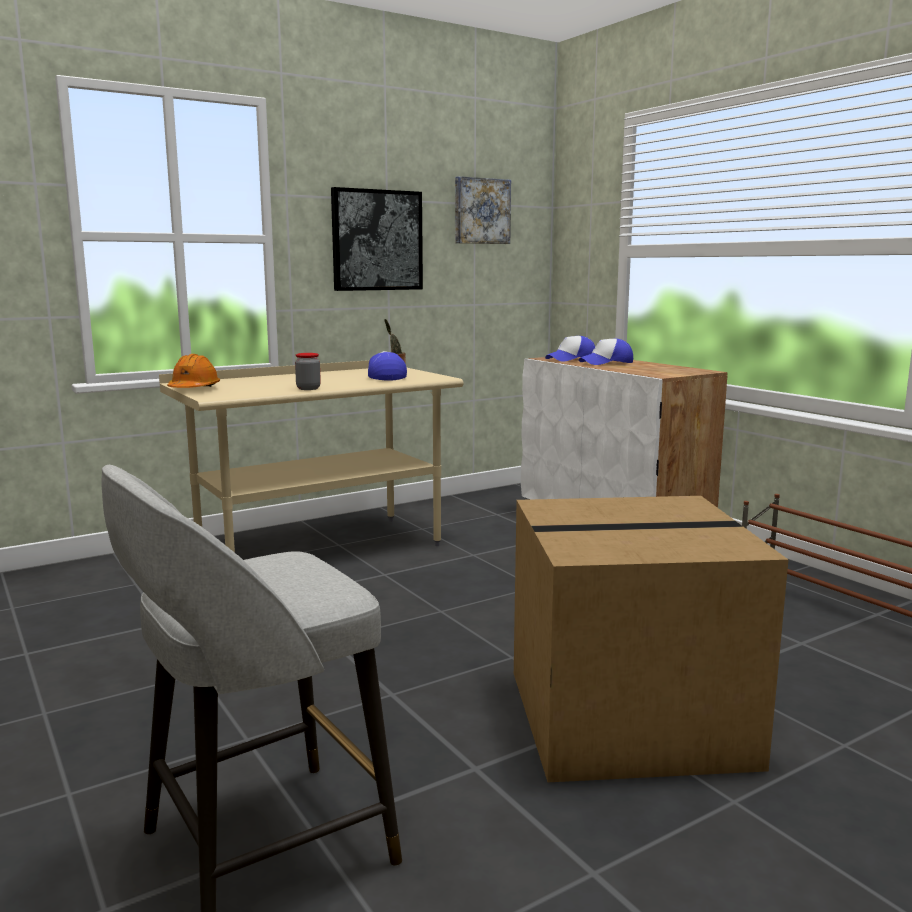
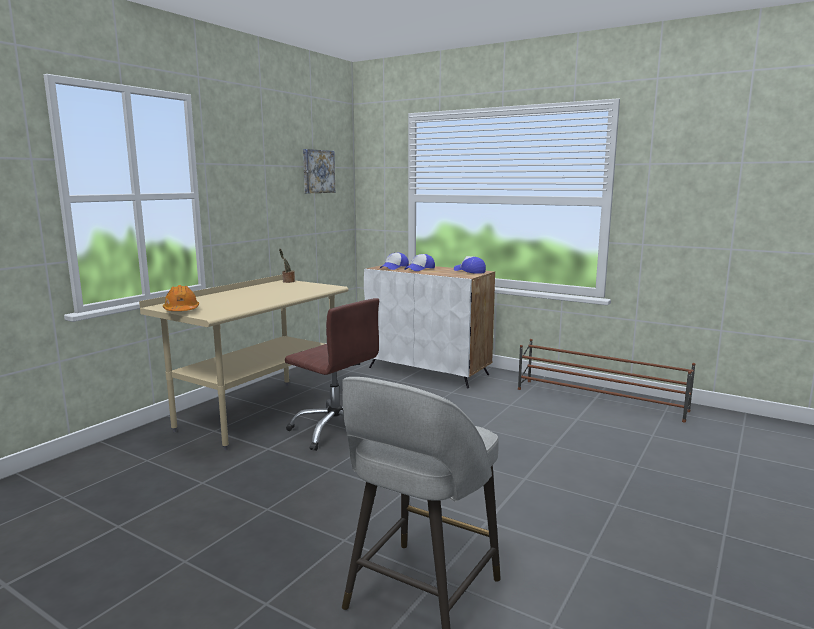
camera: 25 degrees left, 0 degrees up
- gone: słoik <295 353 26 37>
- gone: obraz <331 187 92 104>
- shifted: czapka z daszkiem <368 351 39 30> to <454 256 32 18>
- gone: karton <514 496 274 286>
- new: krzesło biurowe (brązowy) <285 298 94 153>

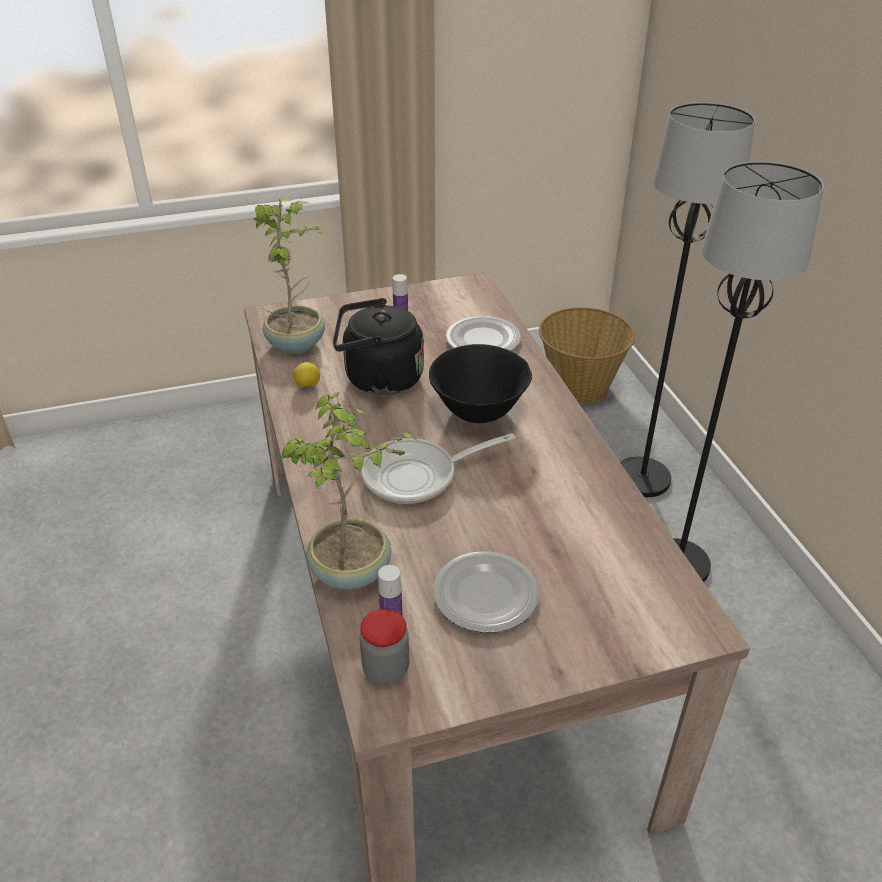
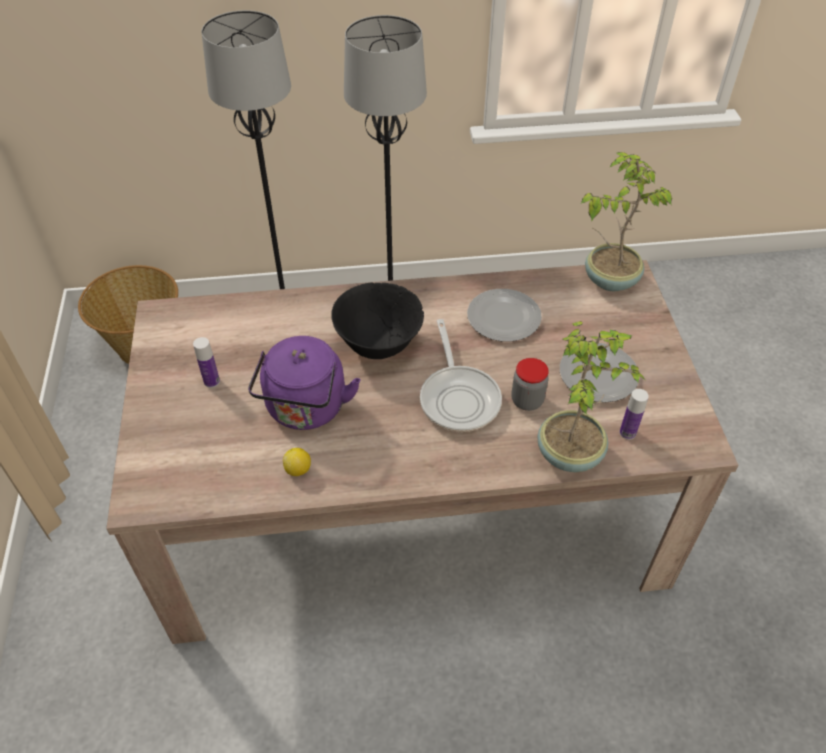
camera: 80 degrees left, 10 degrees up
- shifted: roślina doniczkowa <253 198 74 156> to <581 152 91 139>
- repainted: czajnik (czarny) <333 298 91 97> to czajnik (fioletowy) <248 336 113 94>
- shifted: słoik <360 609 49 76> to <511 358 38 53>
- shifted: talerz <446 316 75 35> to <467 289 75 53>

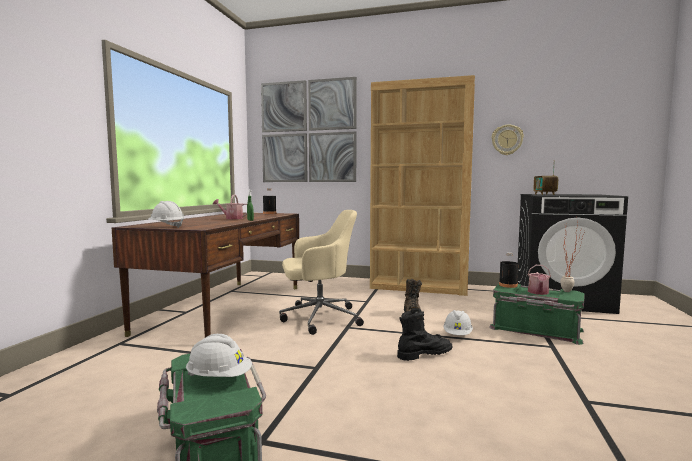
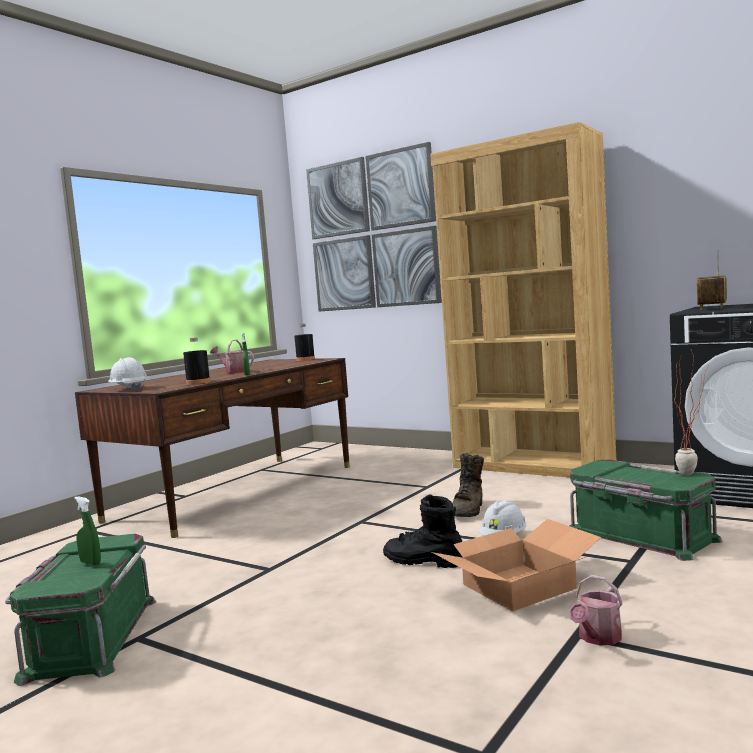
camera: 20 degrees right, 0 degrees up
- swapped: kask (biały) <186 334 66 43> to spryskiwacz (zielony) <74 496 27 69>
- gone: krzesło biurowe (beżowy) <279 210 85 125>
- rotated: but z cholewką (czarny) <397 308 56 53> = <383 495 80 73> 150 degrees counterclockwise
- gone: zegar ścienny <491 124 33 31>
- shifted: butelka (czarny) <499 252 19 36> to <183 337 27 48>
- shifted: konewka <528 265 23 30> to <569 575 54 70>
- new: karton <431 519 170 92>

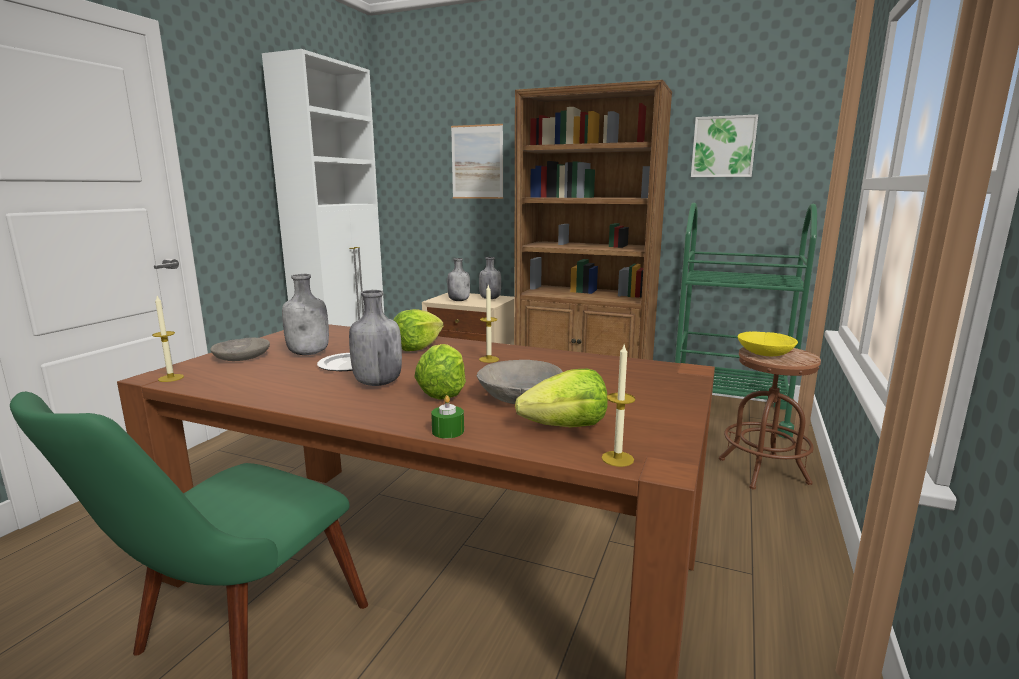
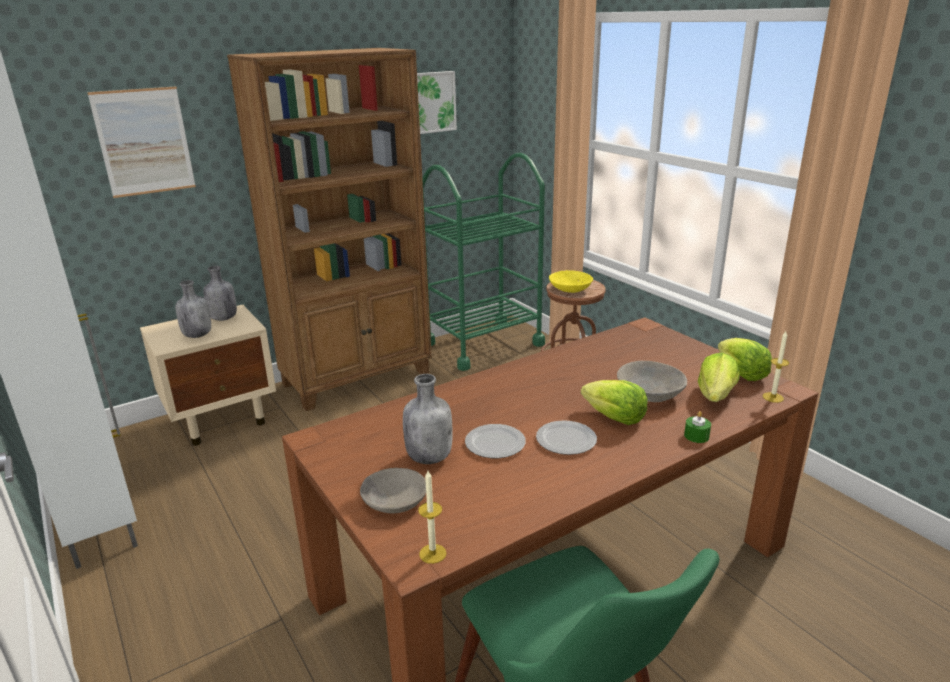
camera: 55 degrees left, 10 degrees up
- swapped: butelka (szary) <349 290 53 96> to talerz <536 420 61 35>
- shifted: sałata <394 309 50 42> to <718 338 54 43>
- gone: świeca <479 285 20 78>

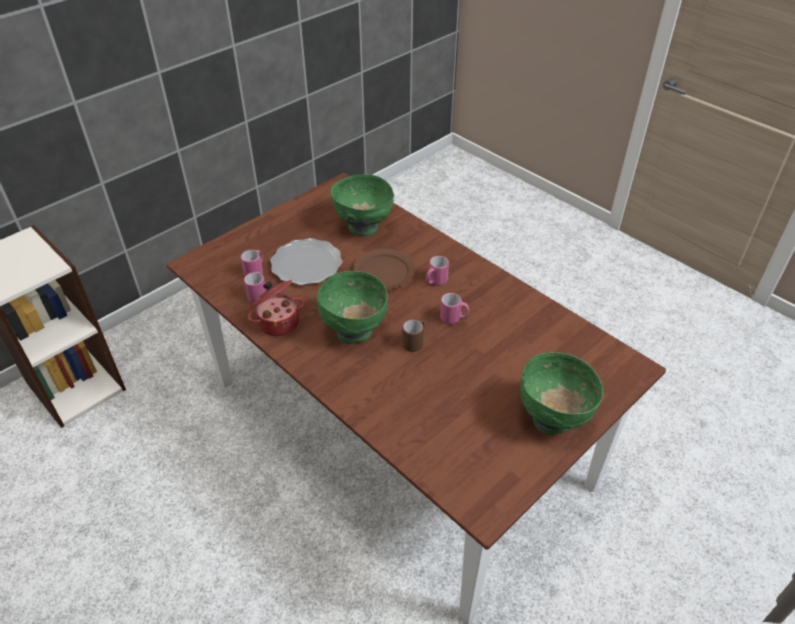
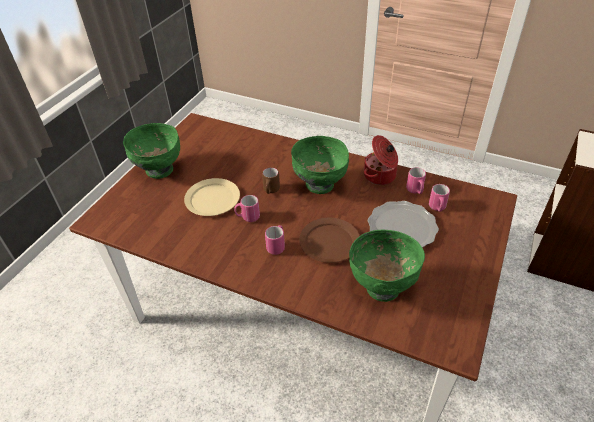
camera: 160 degrees right, 0 degrees up
- new: talerz (beżowy) <184 178 56 38>

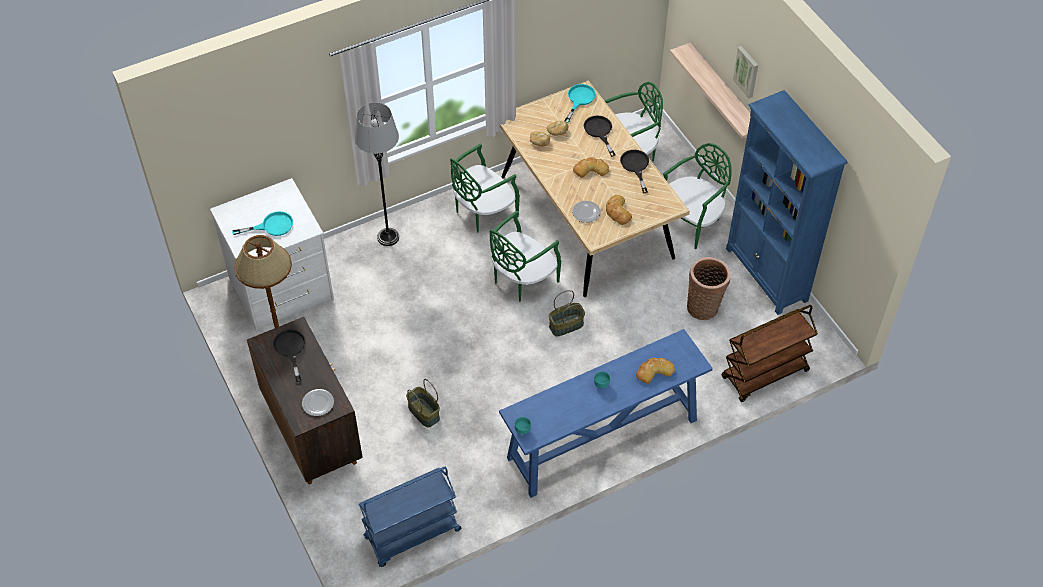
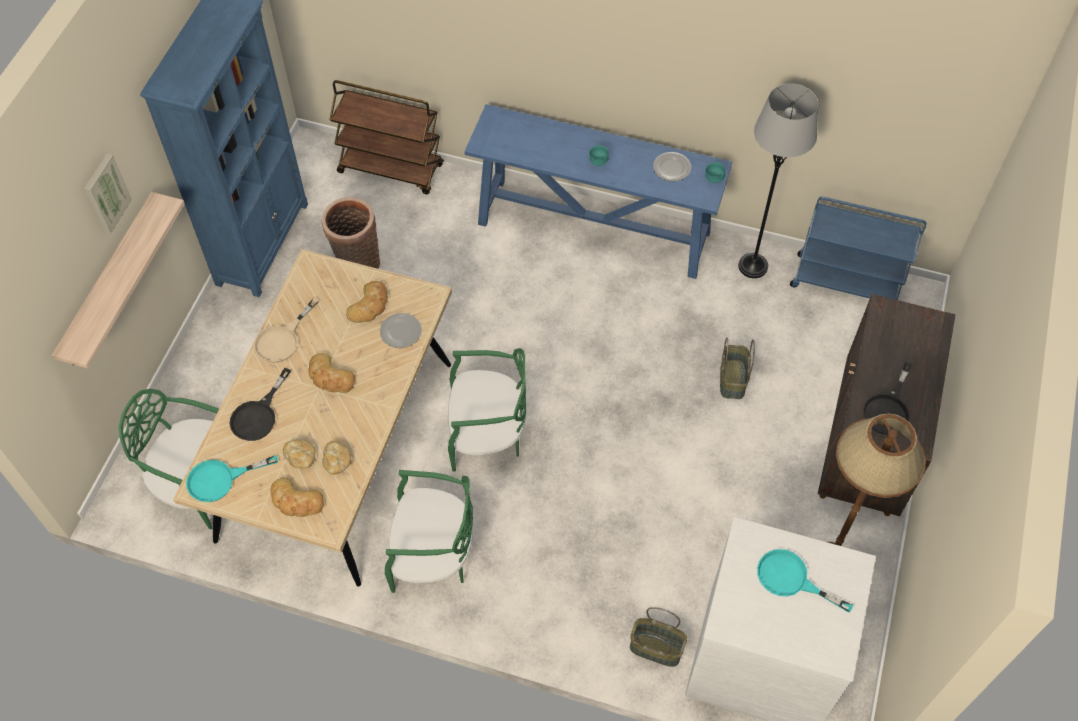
camera: 135 degrees left, 5 degrees up
- shifted: talerz <302 389 32 27> to <653 152 38 29>
- shifted: lampa stojąca (szary) <354 102 45 144> to <738 83 80 195>
- shifted: koszyk <549 290 36 46> to <630 607 57 60>
- repainted: patelnia (czarny) <620 150 29 43> to patelnia (beżowy) <254 298 65 65>
- shifted: chleb <636 358 39 26> to <270 478 54 39>
- gone: krzesło (zielony) <663 143 69 106>

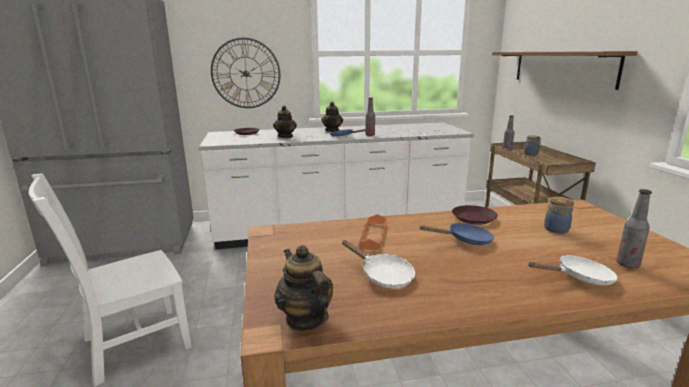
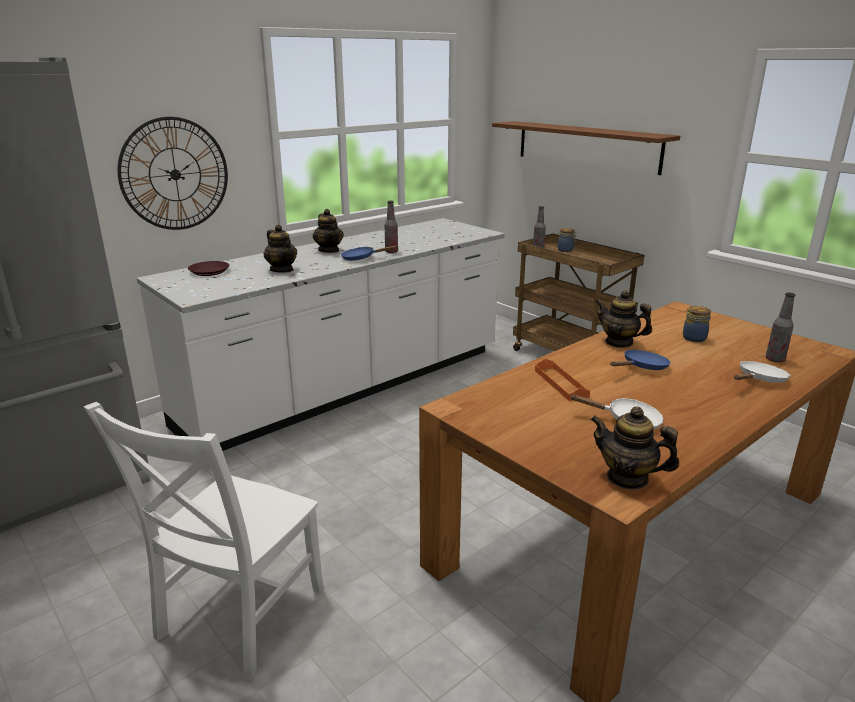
camera: 30 degrees left, 5 degrees up
- swapped: talerz (brązowy) <452 205 46 20> to imbryk <595 290 57 58>

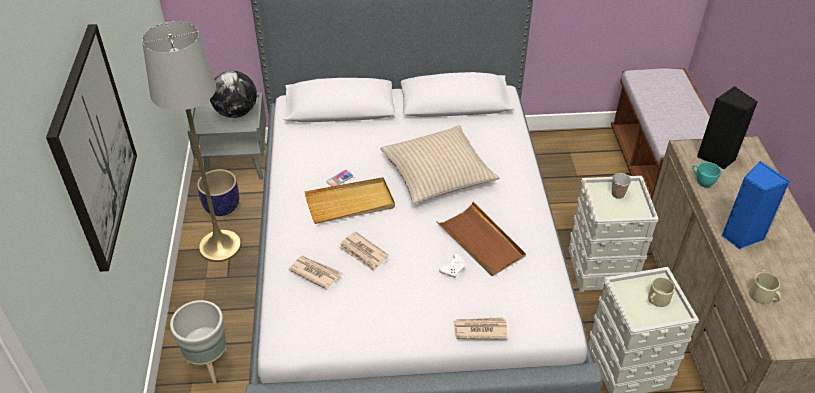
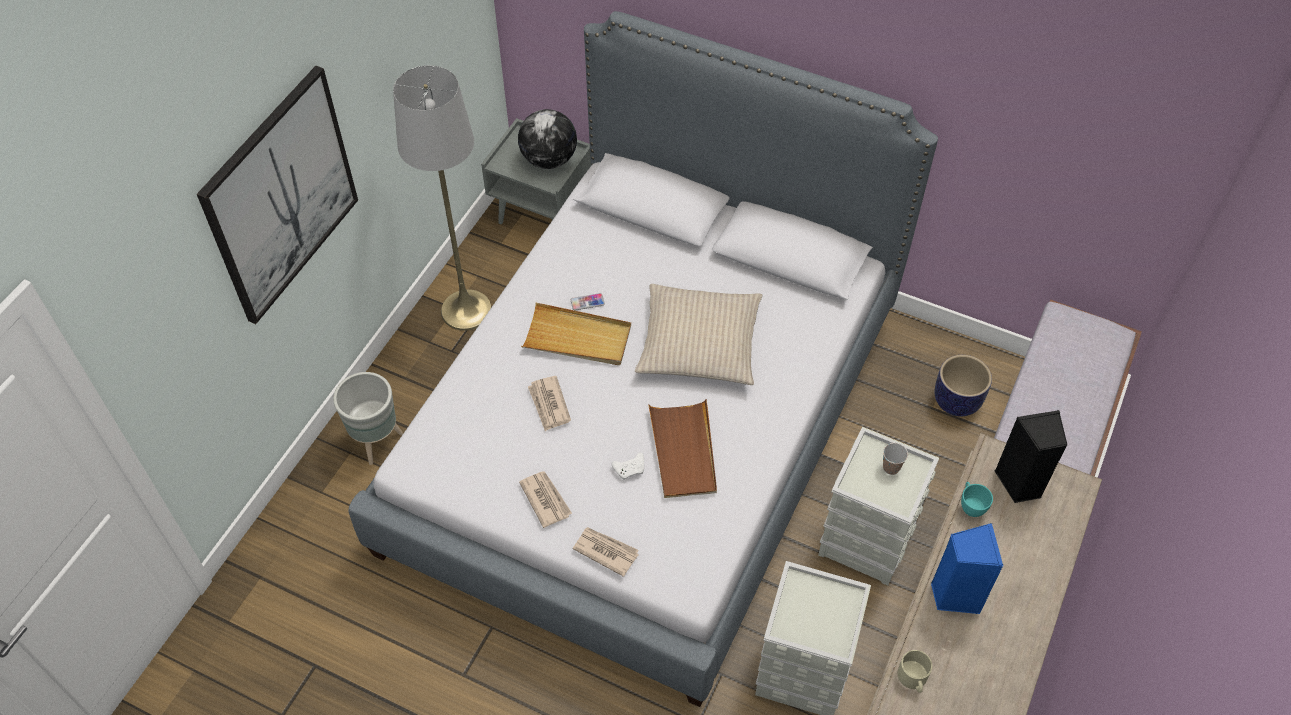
camera: 30 degrees right, 10 degrees up
- shifted: donica <197 169 42 47> to <934 355 58 61>
- shifted: gazeta <288 255 53 35> to <519 471 53 57>
- gone: kubek (beżowy) <648 277 27 30>

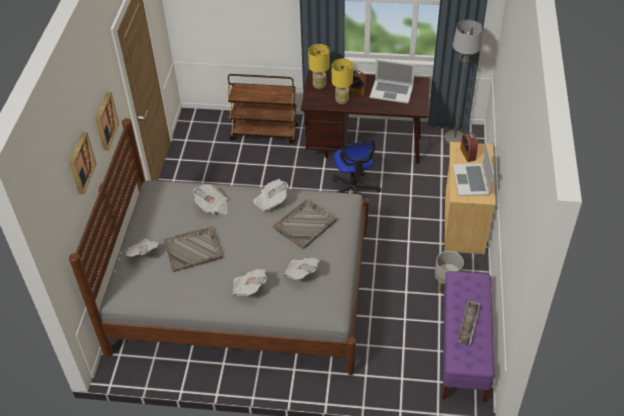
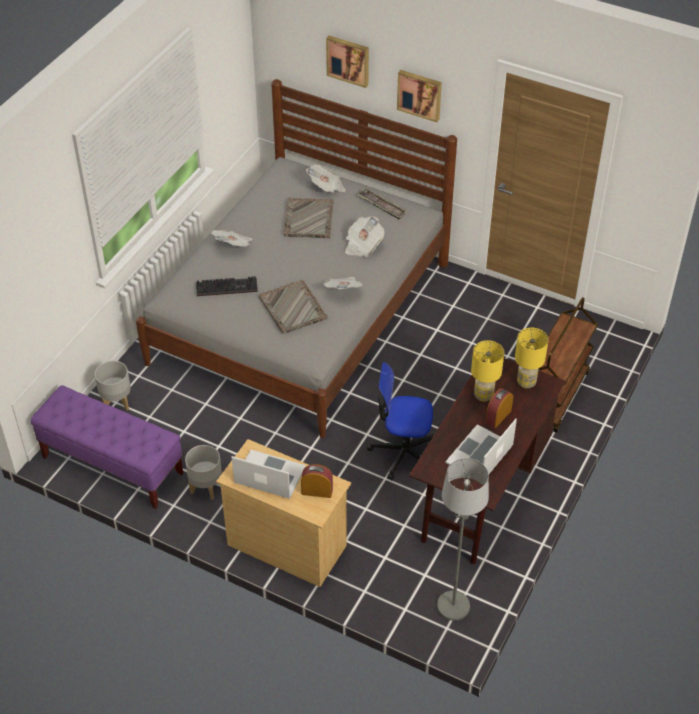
camera: 110 degrees right, 0 degrees up
- swapped: gazeta <283 257 37 22> to klawiatura <196 276 62 20>
- shifted: taca <458 301 22 44> to <358 188 49 32>
- new: donica (szary) <95 361 36 50>

